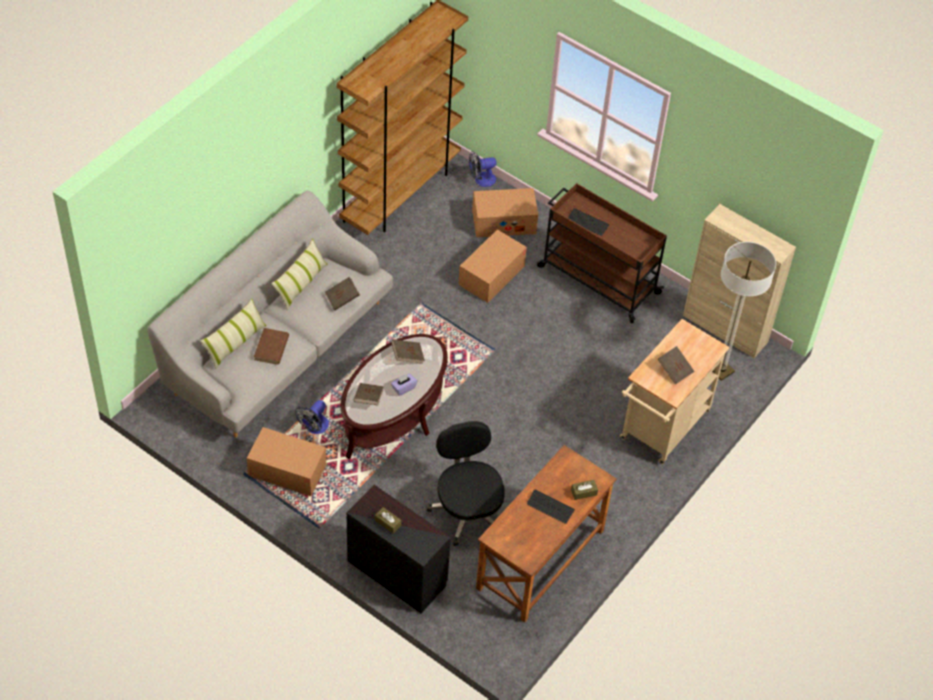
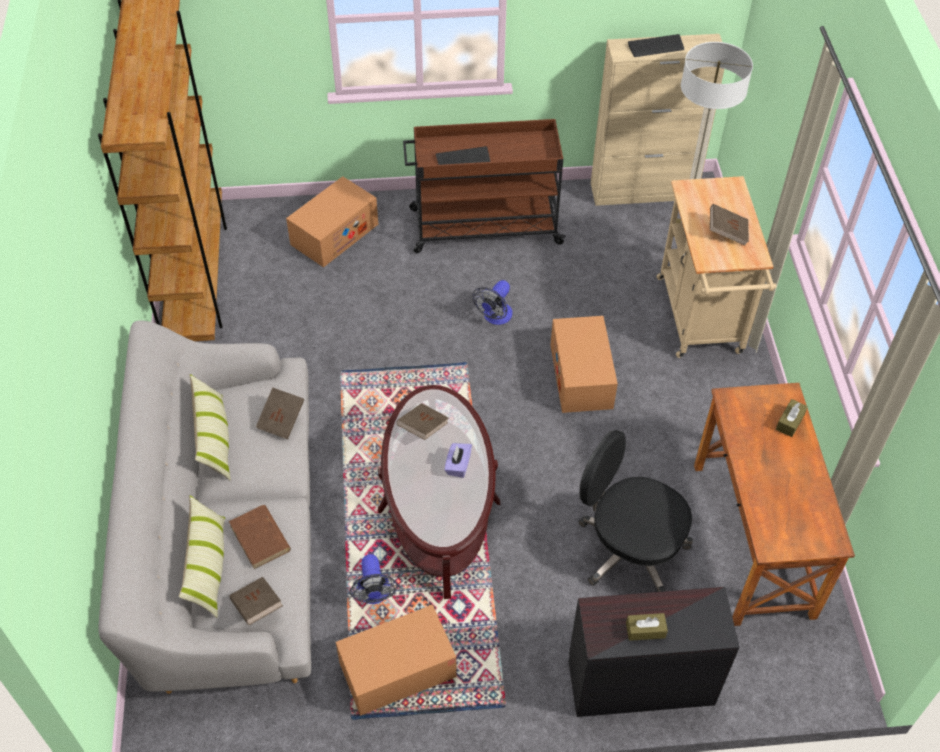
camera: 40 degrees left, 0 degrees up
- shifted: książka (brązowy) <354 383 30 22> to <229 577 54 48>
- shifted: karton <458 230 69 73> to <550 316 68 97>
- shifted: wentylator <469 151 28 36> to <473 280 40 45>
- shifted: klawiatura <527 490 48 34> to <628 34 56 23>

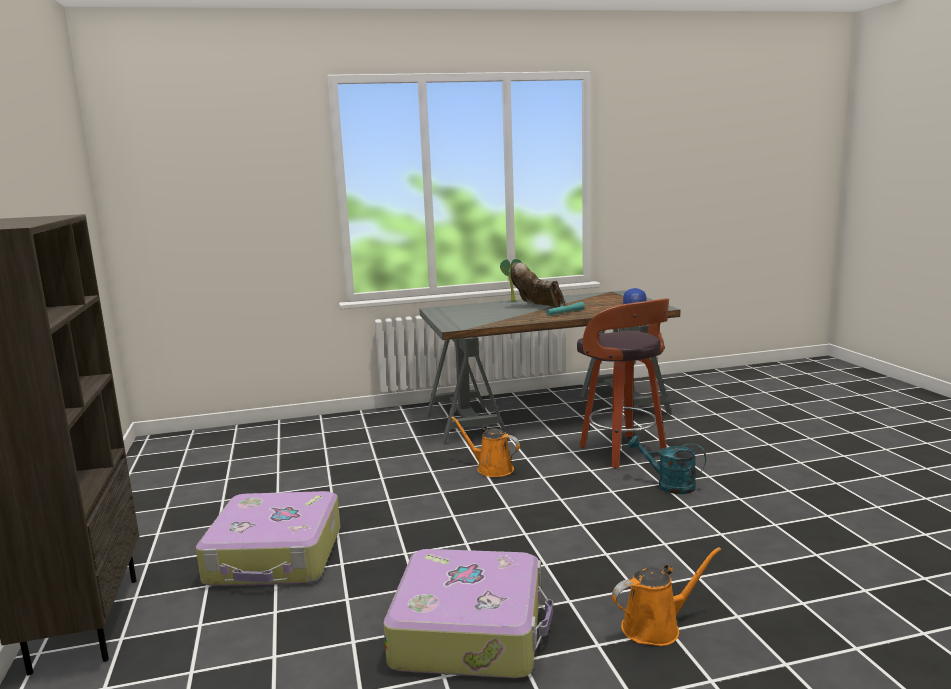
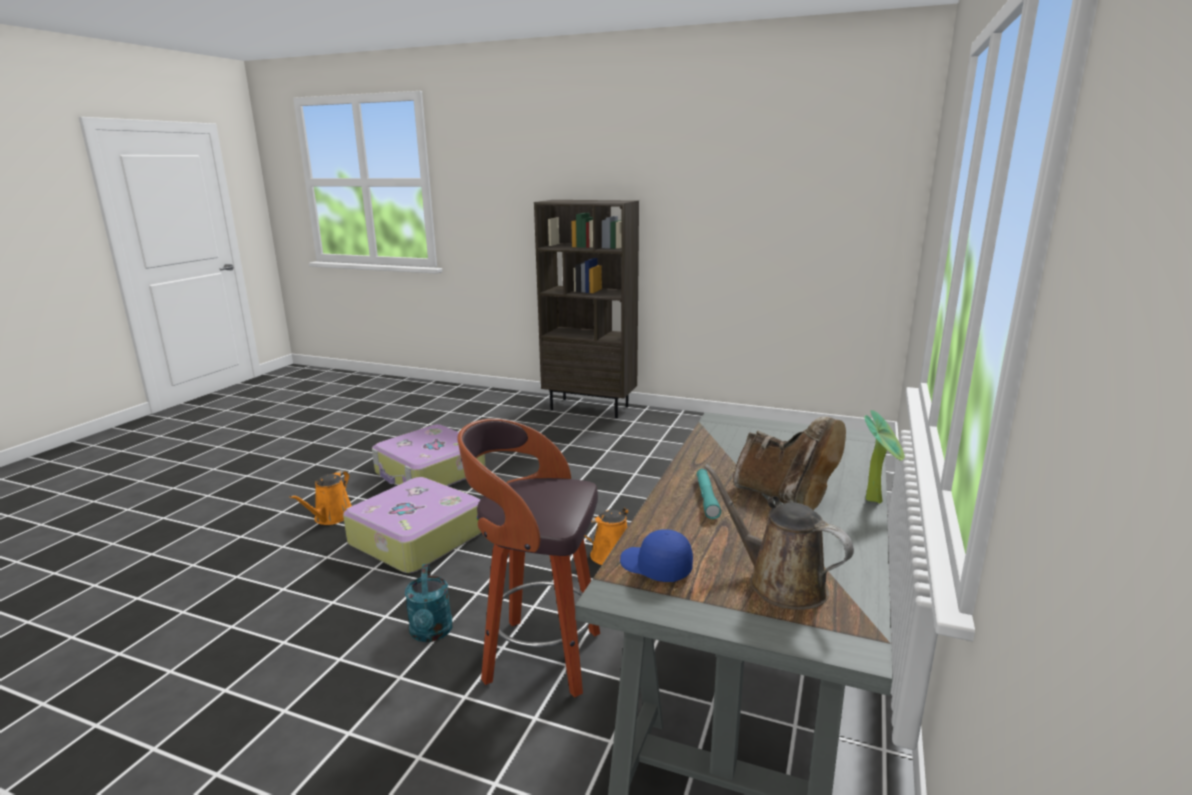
camera: 125 degrees right, 5 degrees up
- shifted: walizka <196 491 144 95> to <343 477 138 96>
- rotated: but z cholewką (brązowy) <510 262 55 45> = <733 416 113 94> 60 degrees clockwise
- rotated: konewka (turkusowy) <628 435 78 59> = <405 564 48 78> 105 degrees clockwise
- new: konewka (brązowy) <704 464 150 146>

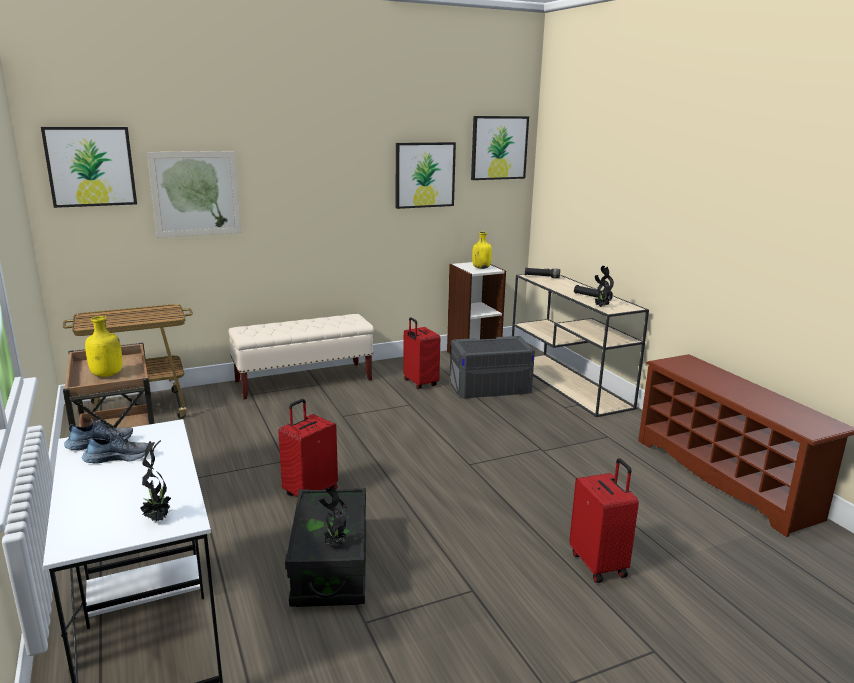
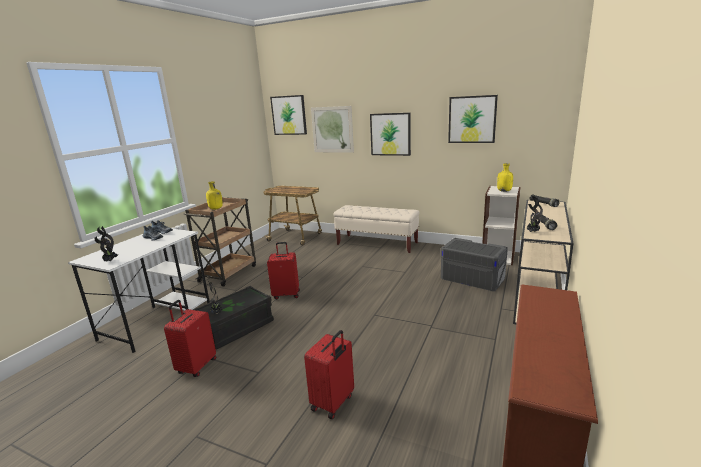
camera: 50 degrees right, 0 degrees up
- shifted: walizka (czerwony) <403 317 37 72> to <164 300 52 77>
- shifted: obraz <471 116 58 64> to <370 113 41 43>

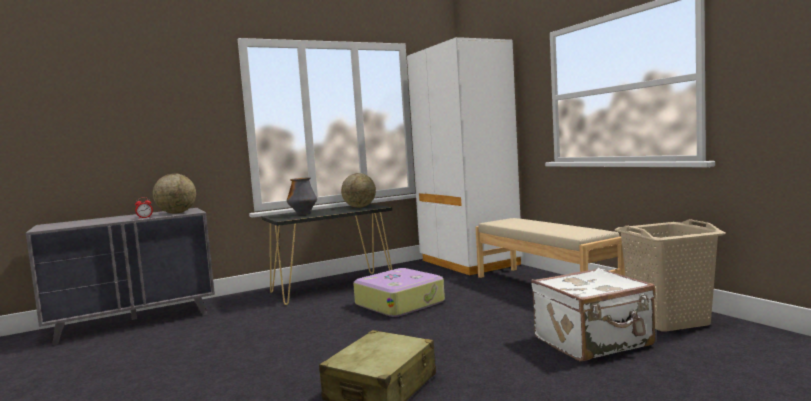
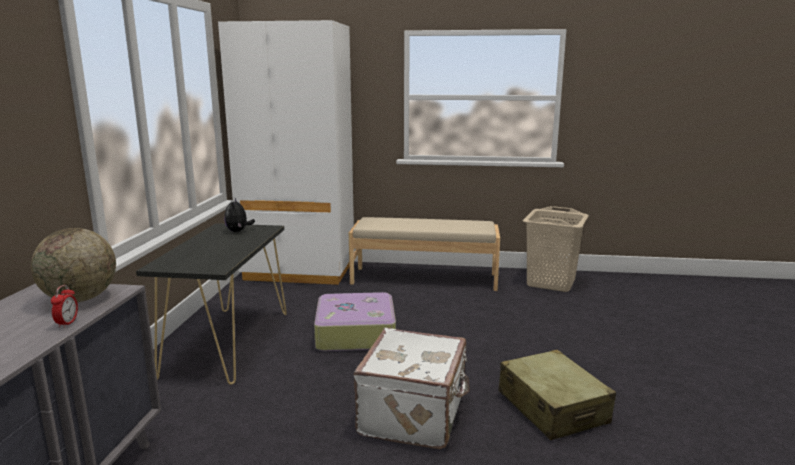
camera: 55 degrees left, 10 degrees up
- gone: wazon <287 177 30 38>
- swapped: globus <341 173 35 35> to pluszak <224 198 31 34>
- shifted: walizka (biały) <531 268 125 93> to <353 328 117 121>

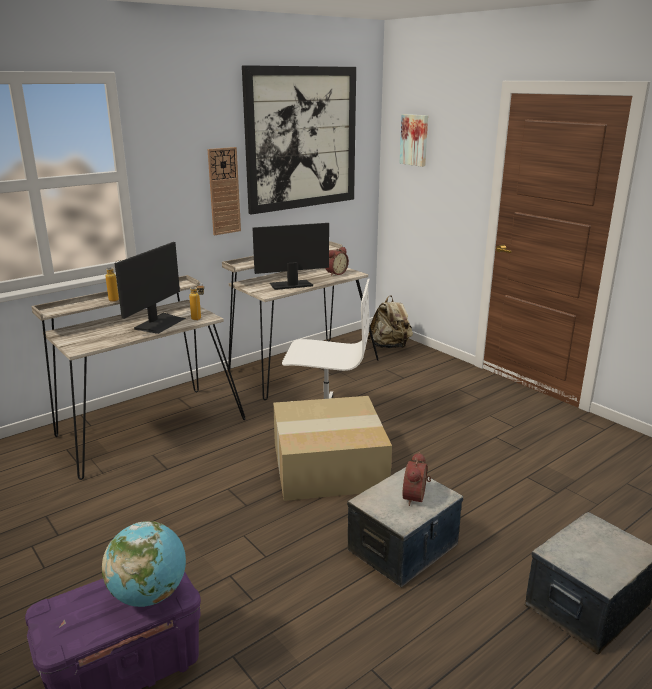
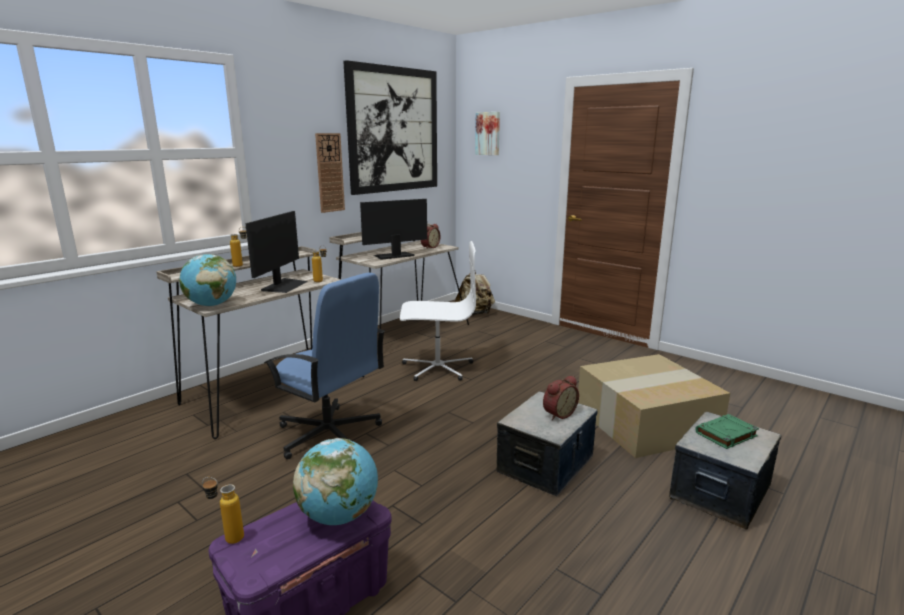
camera: 10 degrees left, 5 degrees down
- shifted: karton <273 396 119 105> to <578 354 152 104>
- rotated: budzik <403 452 28 54> = <543 376 36 44> 135 degrees counterclockwise
- new: globus <179 254 57 52>
- new: butelka <202 477 42 67>
- new: krzesło biurowe (niebieski) <264 272 121 188>
- new: książka (zielony) <695 414 64 35>

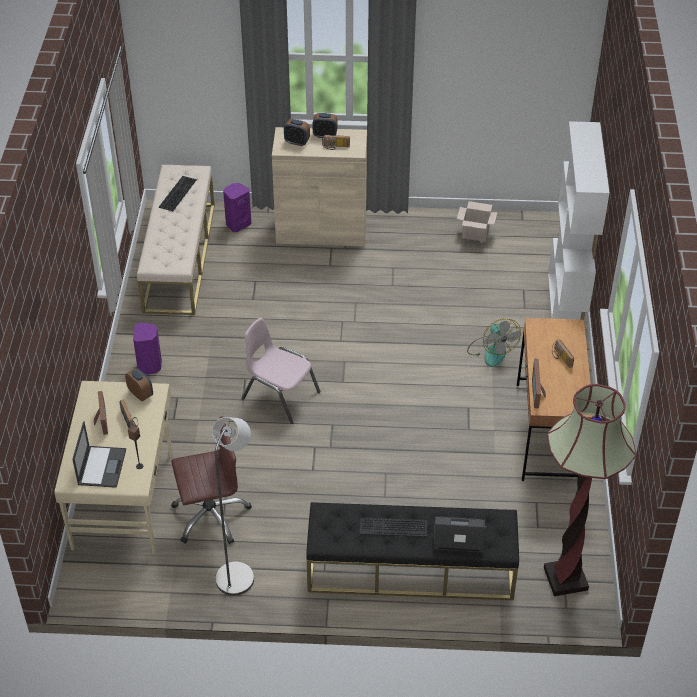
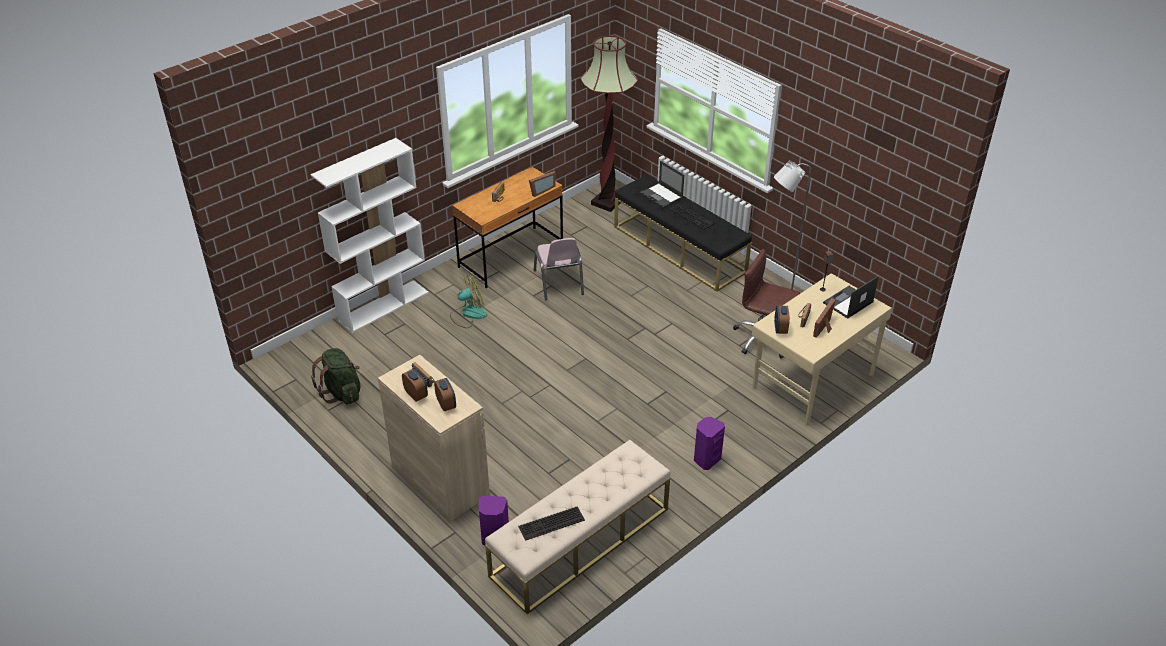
camera: 135 degrees left, 5 degrees down
- shifted: krzesło (różowy) <242 318 78 106> to <534 238 50 62>
- swapped: karton <457 201 40 41> to plecak (zielony) <311 348 49 56>
- rotated: wentylator <467 319 54 48> = <450 275 37 53> 45 degrees clockwise

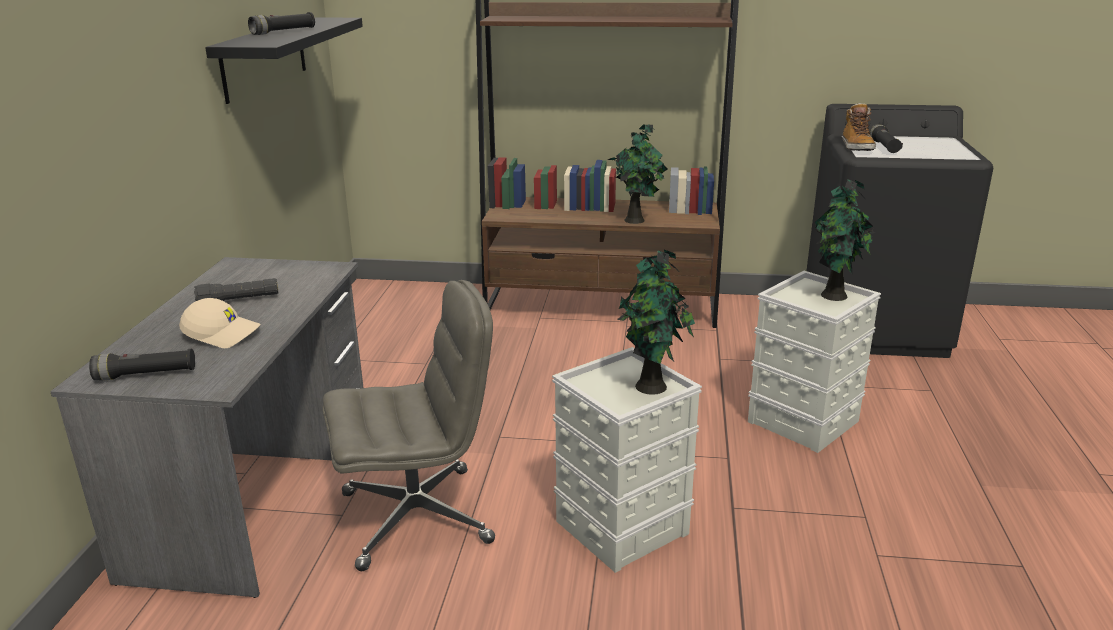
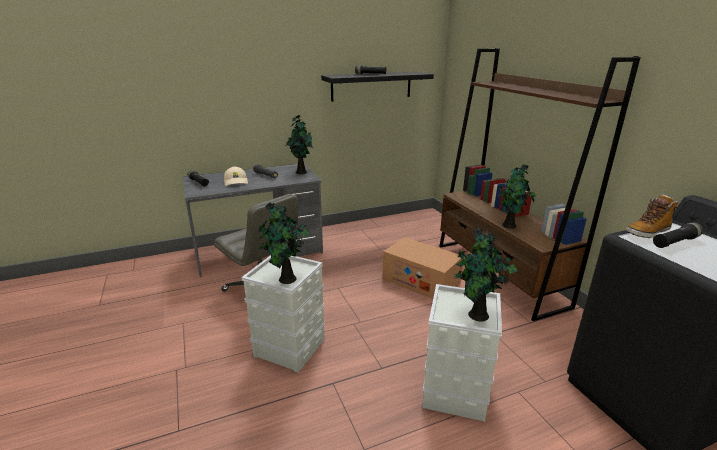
camera: 60 degrees right, 0 degrees up
- new: roślina doniczkowa <286 115 27 59>
- new: karton <382 237 81 62>

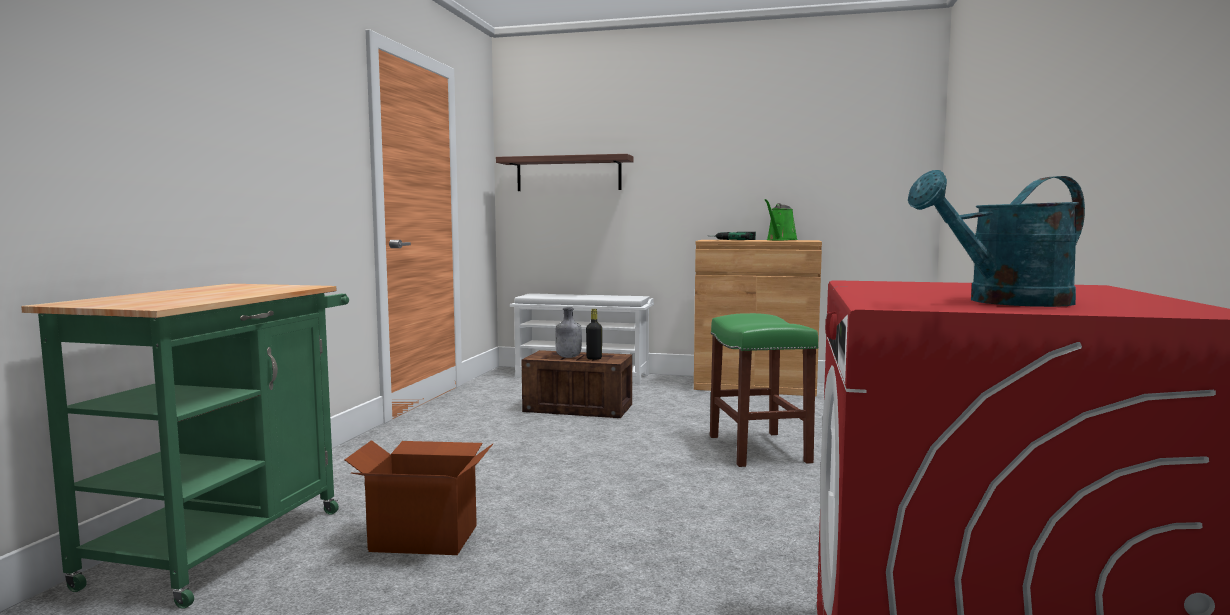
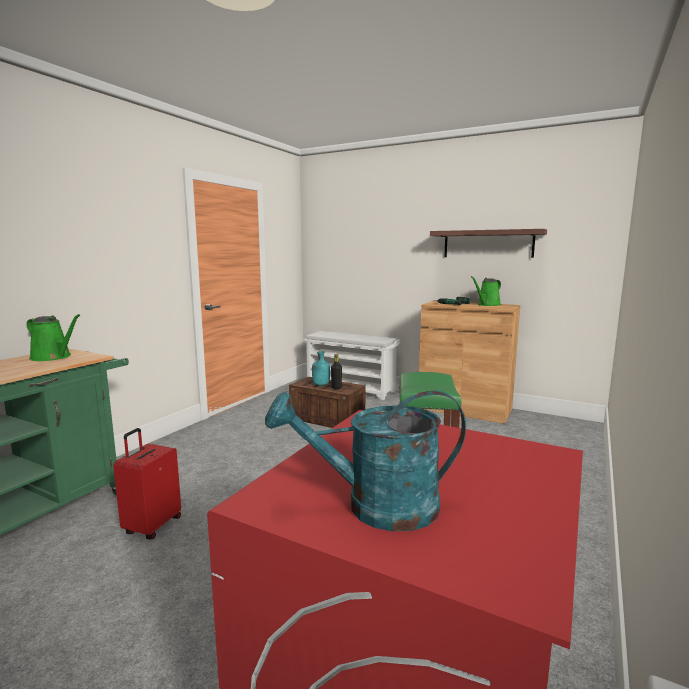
camera: 15 degrees right, 5 degrees up
- swapped: karton <345 440 148 115> to walizka (czerwony) <113 428 68 111>
- shifted: półka <496 154 137 37> to <430 229 117 29>
- repainted: butelka (szary) <555 307 27 51> to butelka (turkusowy) <312 351 18 35>
- new: konewka (zielony) <26 314 54 47>

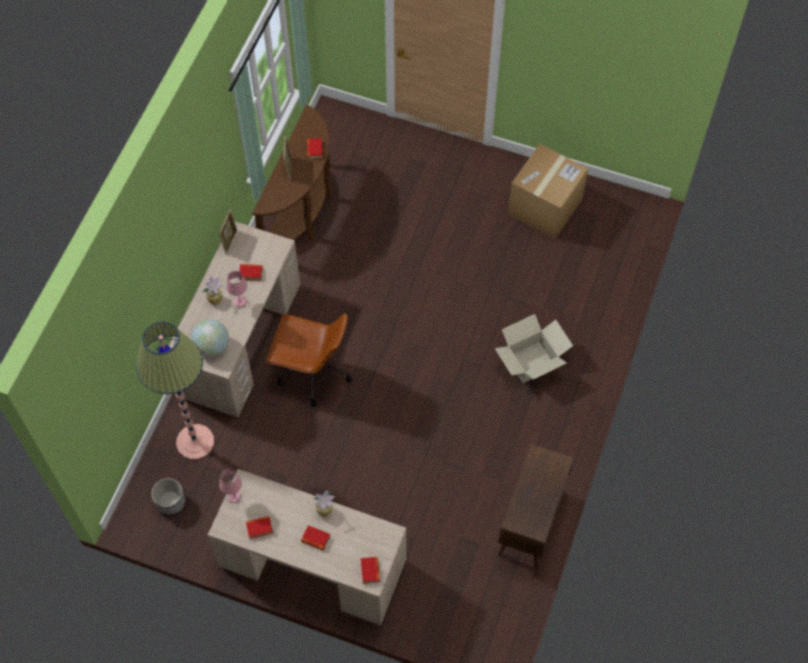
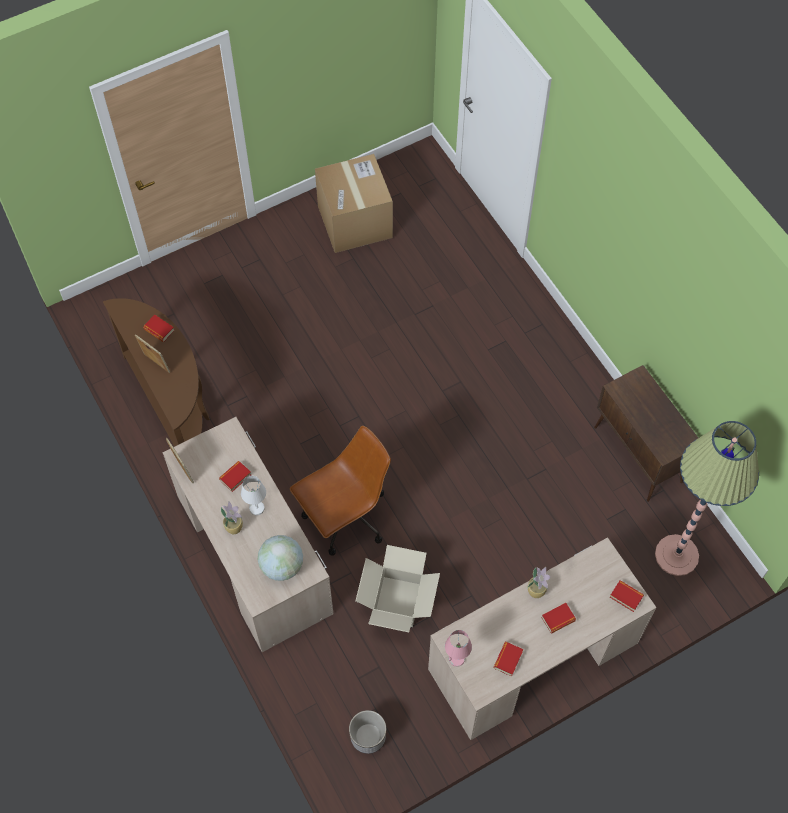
camera: 50 degrees left, 0 degrees up
- shifted: lampa stojąca <136 322 78 138> to <655 421 104 155>
- repainted: lampa stołowa (różowy) <226 271 21 37> to lampa stołowa (biały) <241 476 25 39>
- shifted: karton <495 314 78 69> to <355 545 85 87>

